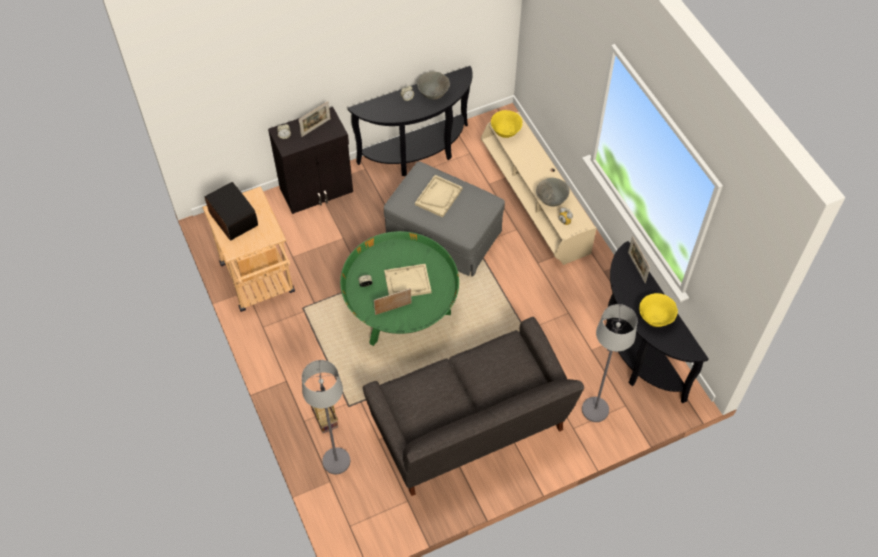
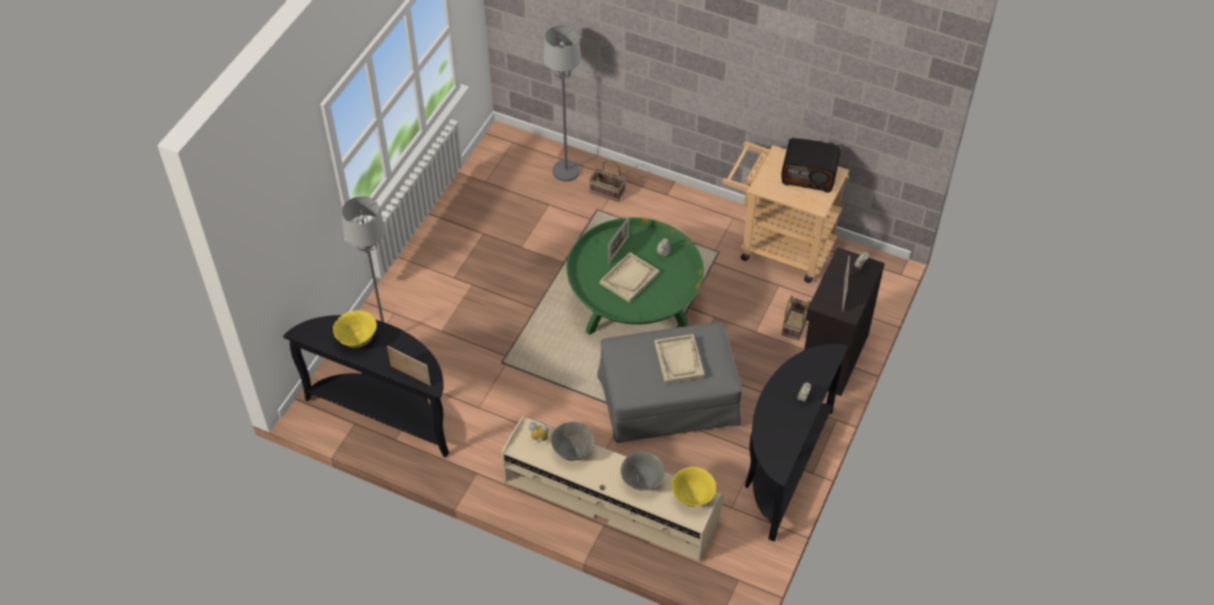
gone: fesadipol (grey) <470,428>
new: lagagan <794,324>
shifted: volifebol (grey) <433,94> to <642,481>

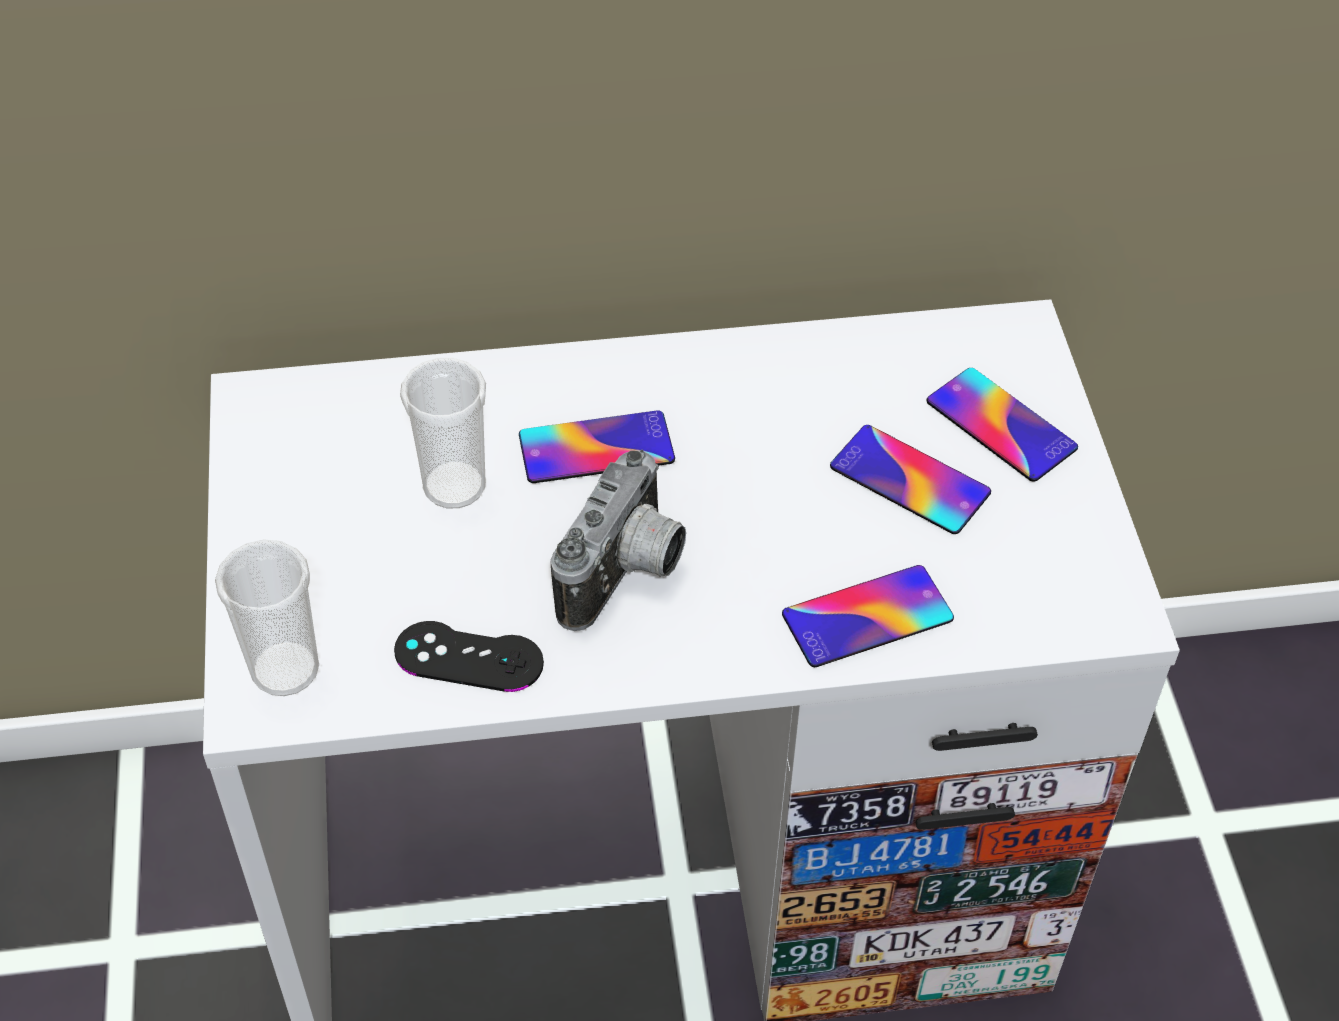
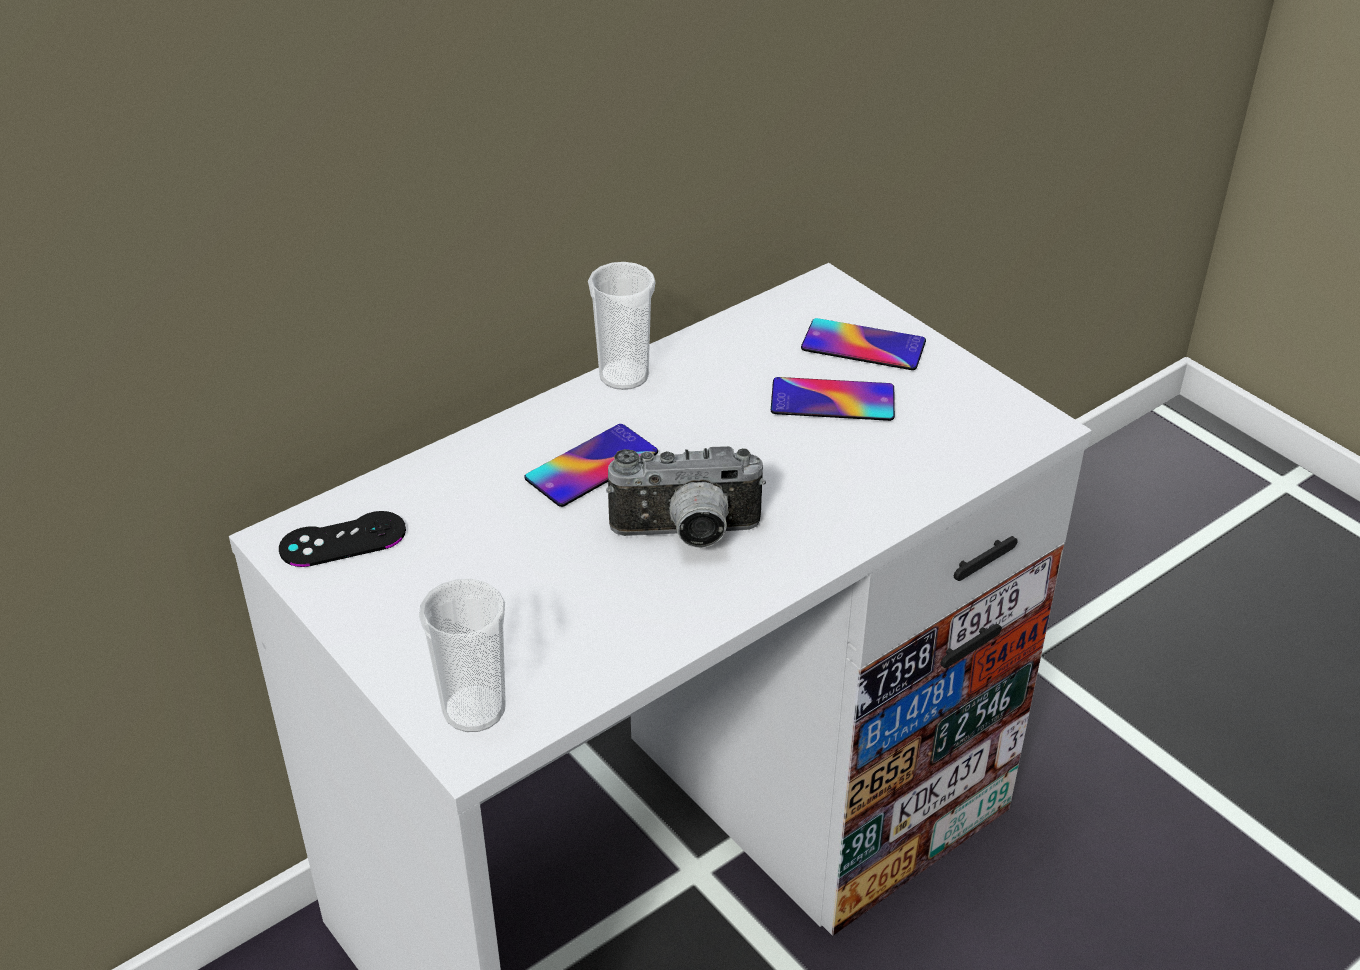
gone: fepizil <867,617>
shifted: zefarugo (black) <469,657> to <343,540>; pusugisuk <454,486> to <624,376>
rotated: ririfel <627,574> = <687,535> 90 degrees clockwise

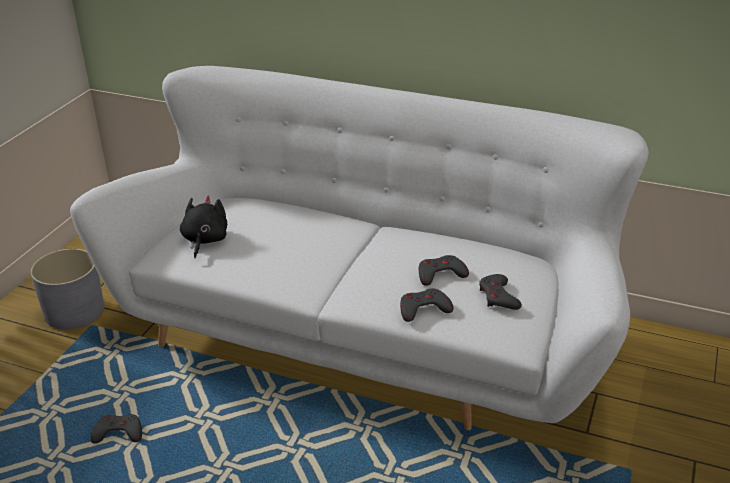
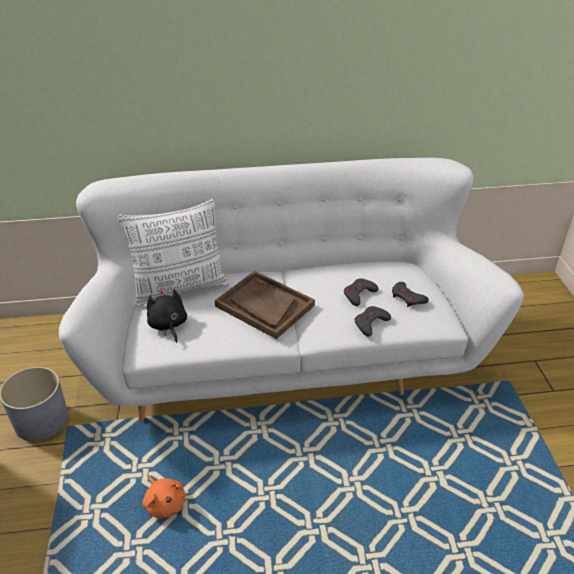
new: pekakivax <180,288>; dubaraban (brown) <264,306>
swapped: zefarugo (grey) <118,433> to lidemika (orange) <165,503>

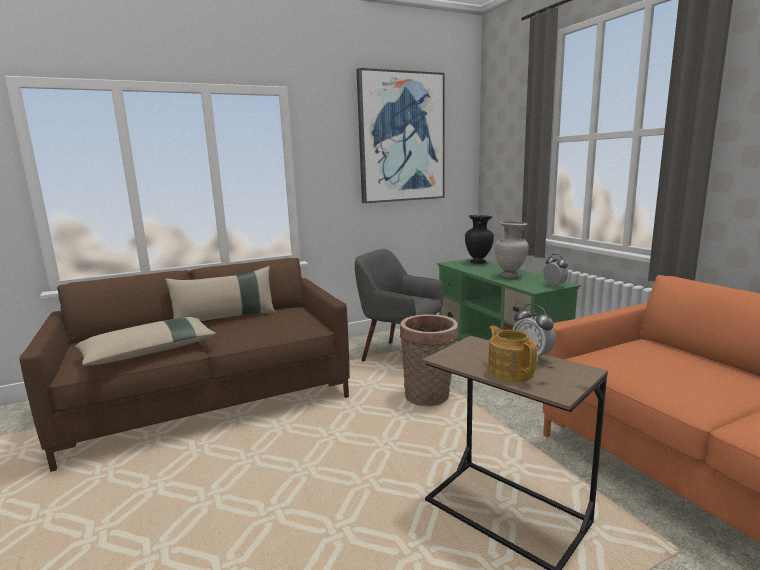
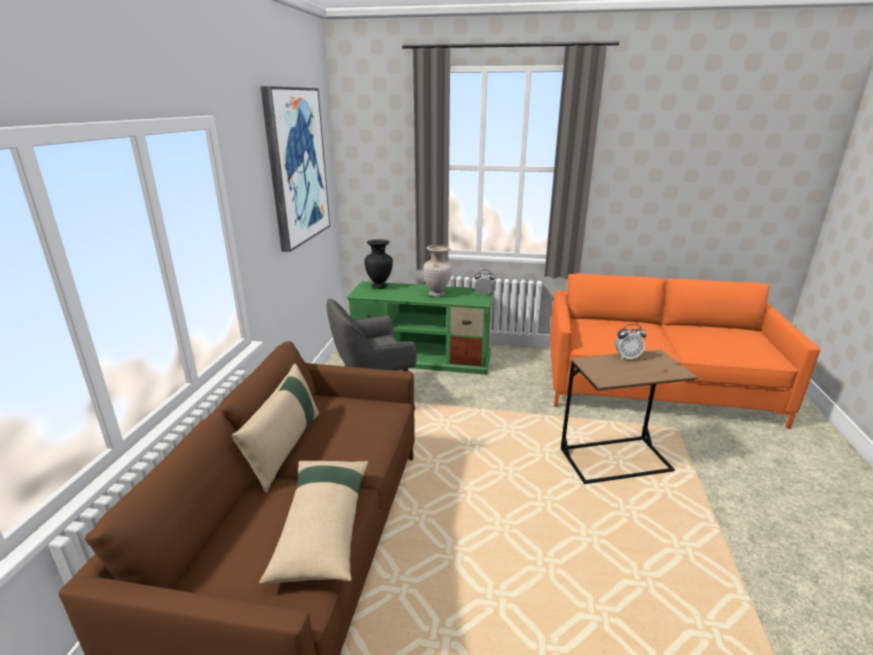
gone: lagagan <429,397>; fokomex <510,371>

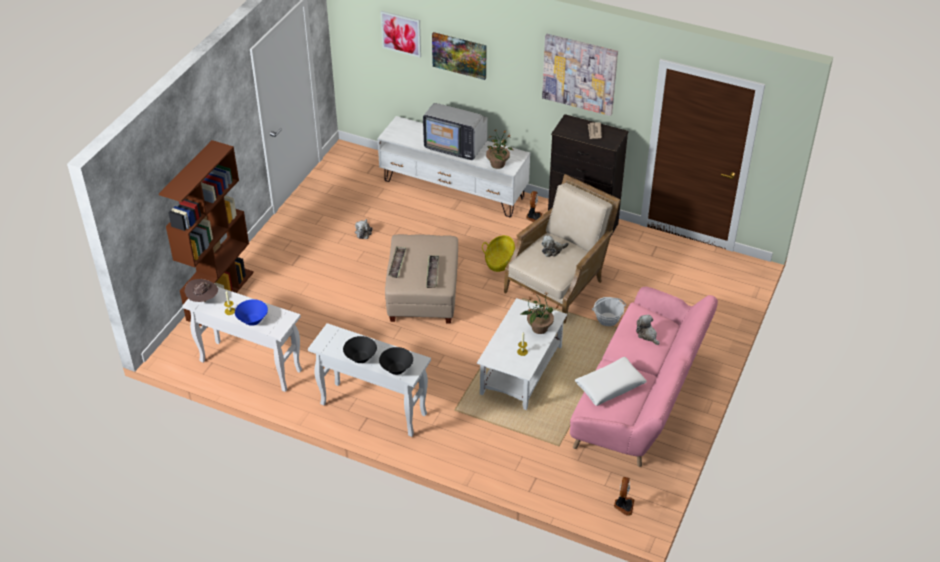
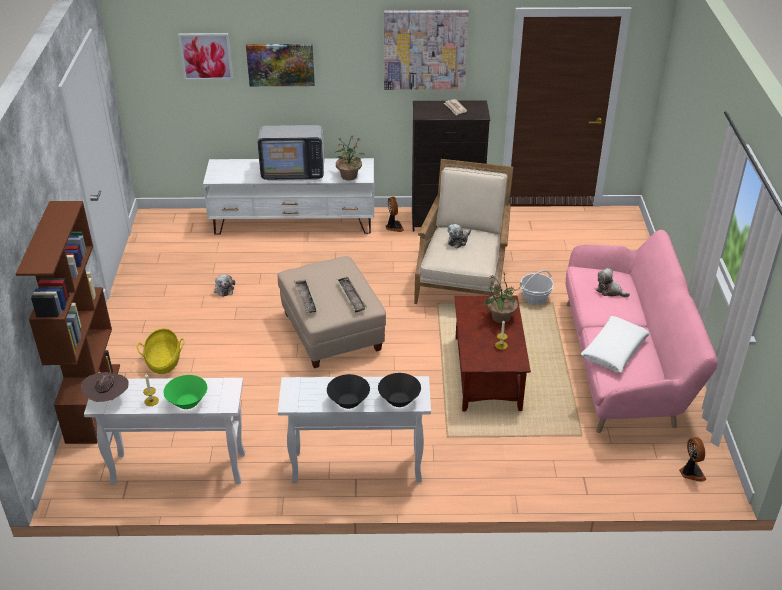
shifted: lagagan <500,261> to <163,361>
repainted: volifebol (blue) <252,320> to volifebol (green) <187,402>; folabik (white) <521,371> to folabik (brown) <488,373>

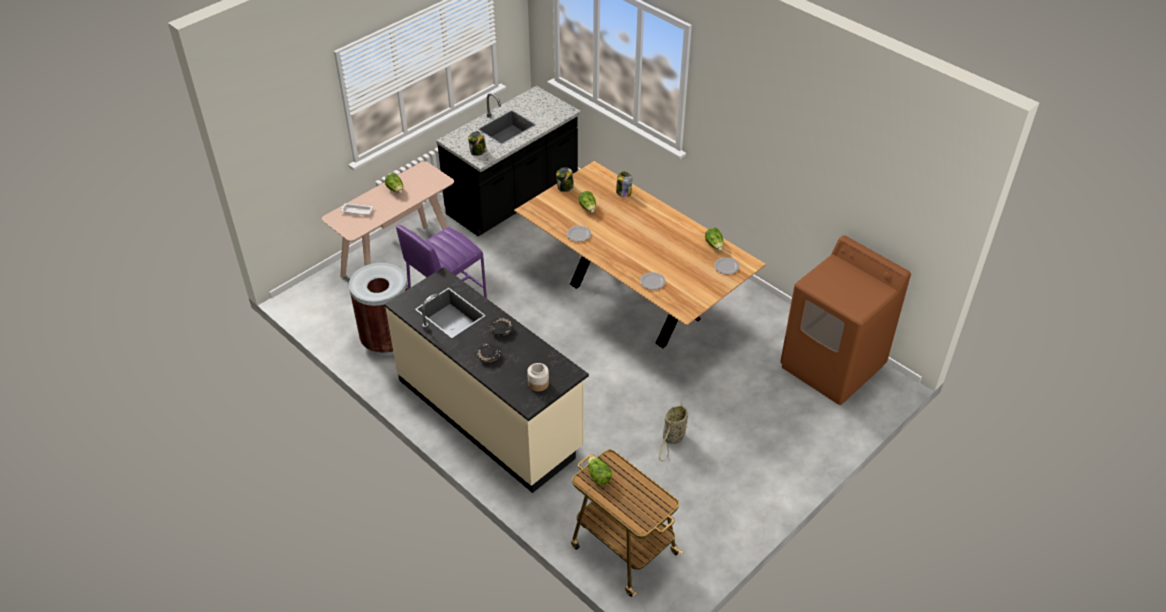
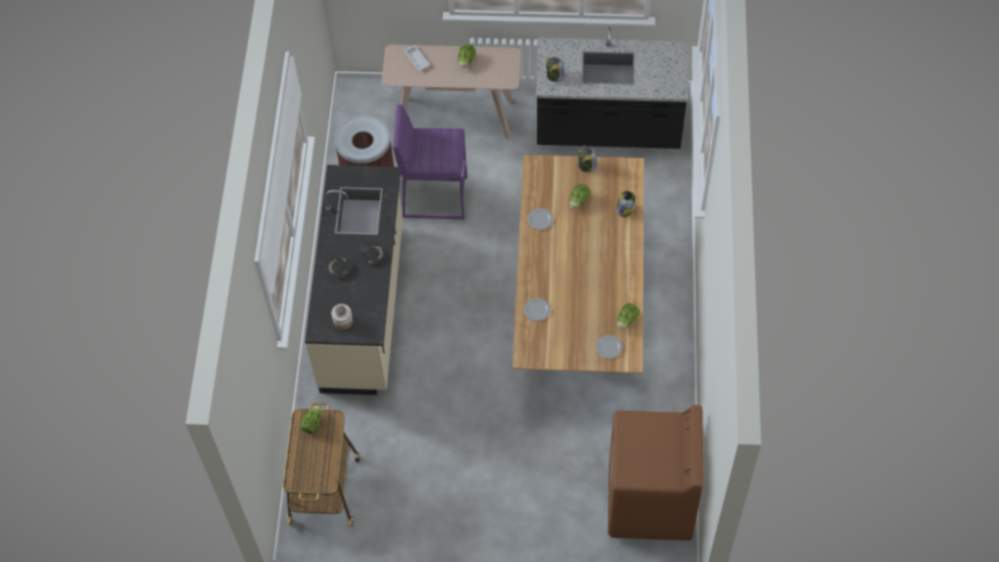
gone: lagagan <673,438>

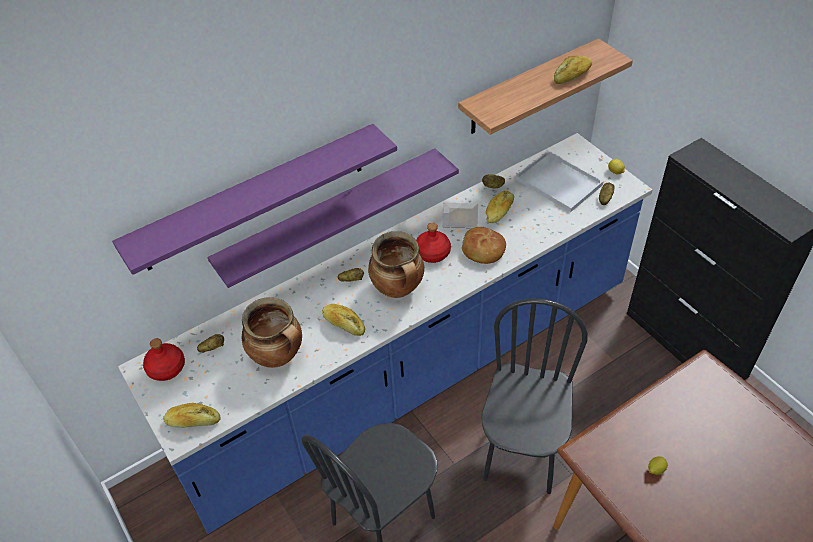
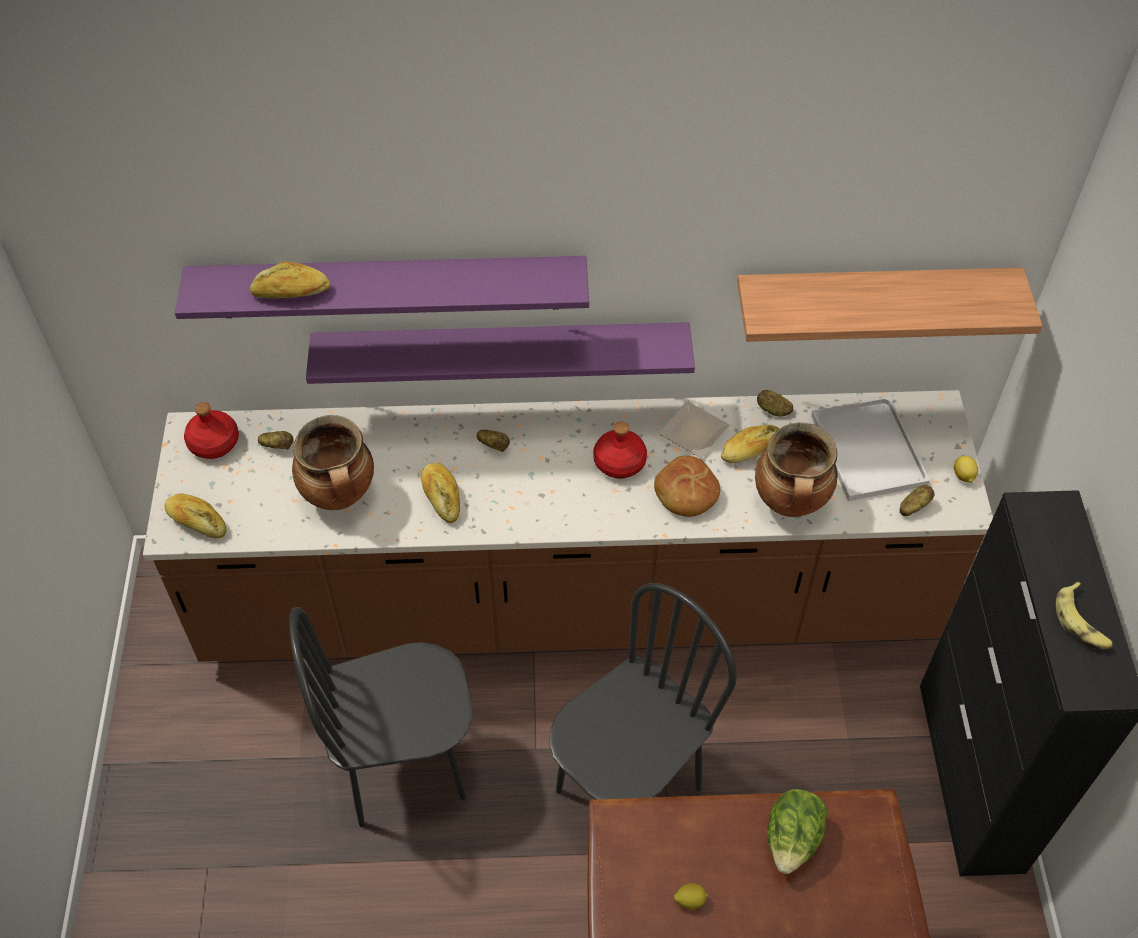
new: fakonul <792,840>; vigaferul <1081,623>
shifted: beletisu <572,76> to <291,292>; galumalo <398,289> to <791,503>
repainted: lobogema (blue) <411,373> to lobogema (brown) <569,605>

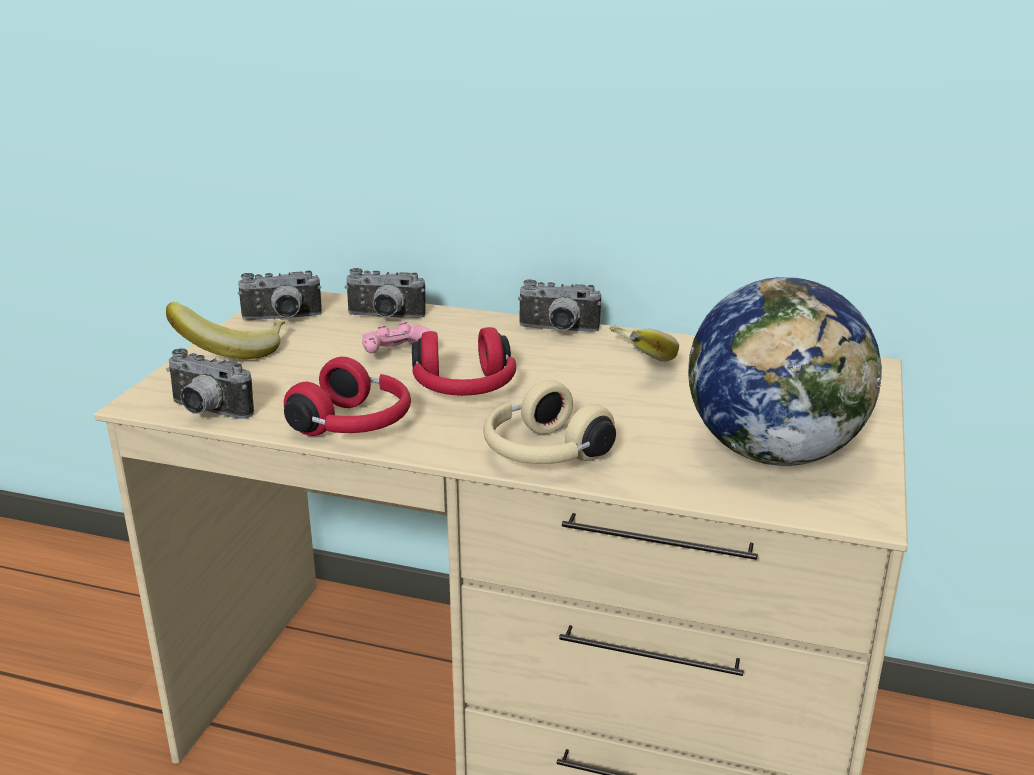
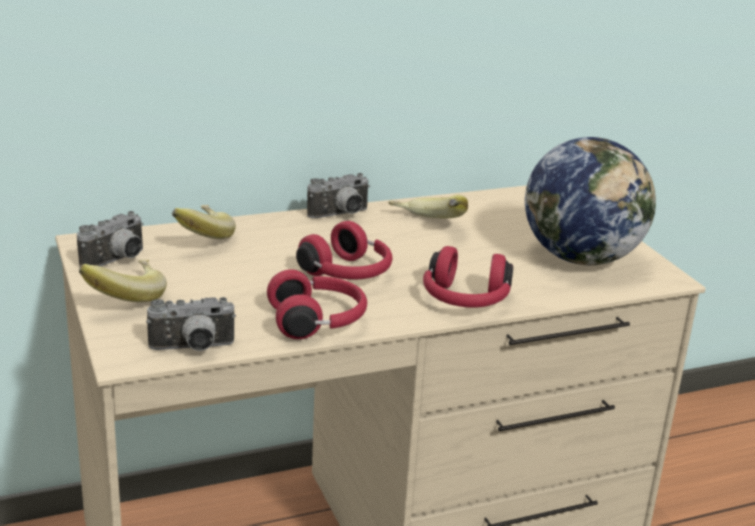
gone: zefarugo (pink) <395,354>
swapped: ririfel <385,318> to vigaferul <200,238>
repainted: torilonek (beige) <543,453> to torilonek (red) <465,300>

